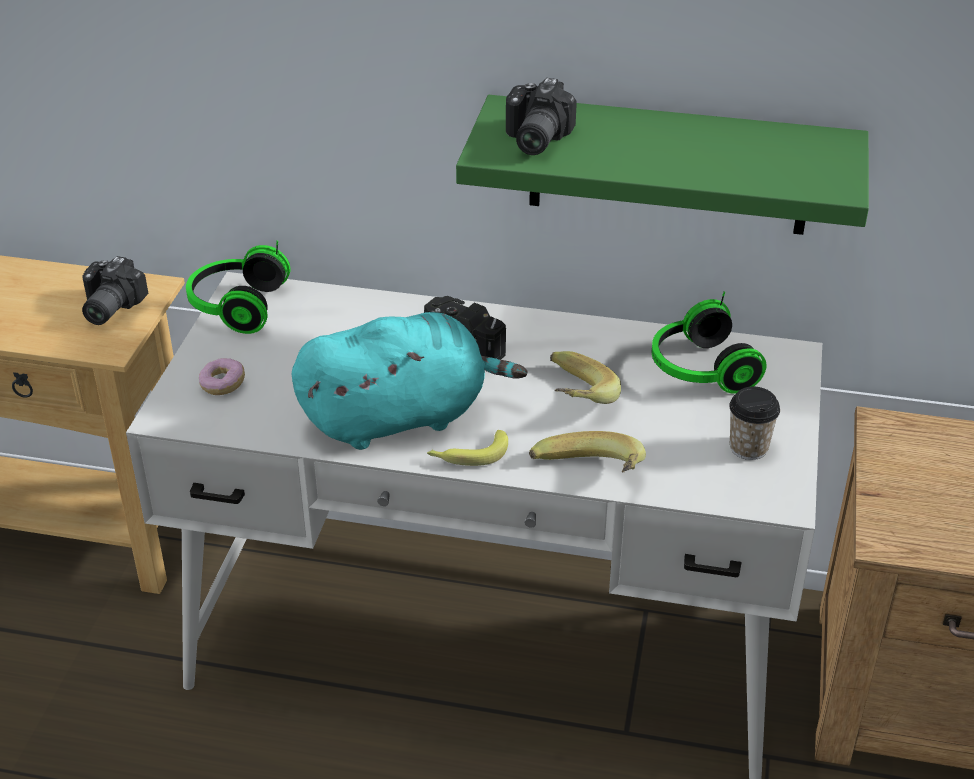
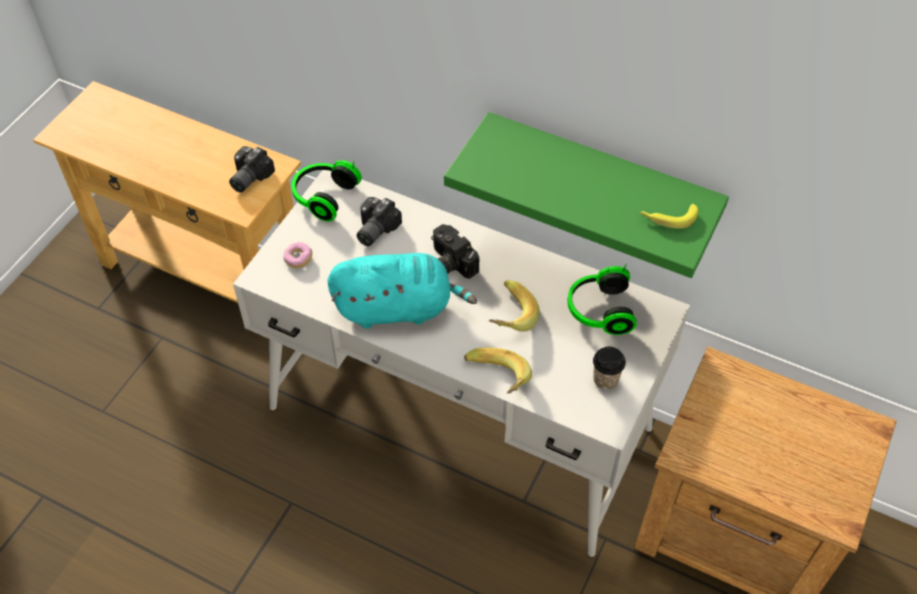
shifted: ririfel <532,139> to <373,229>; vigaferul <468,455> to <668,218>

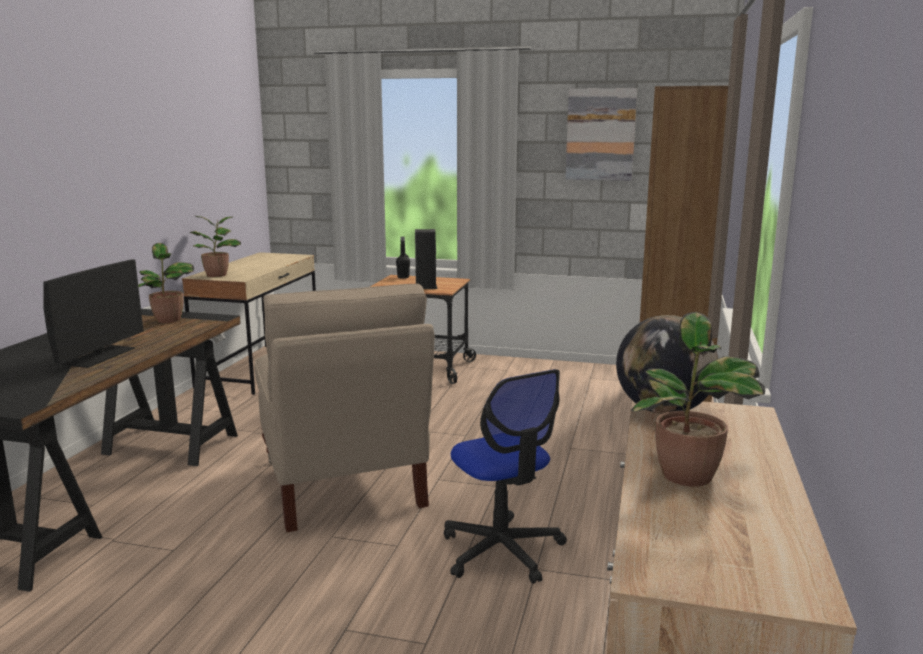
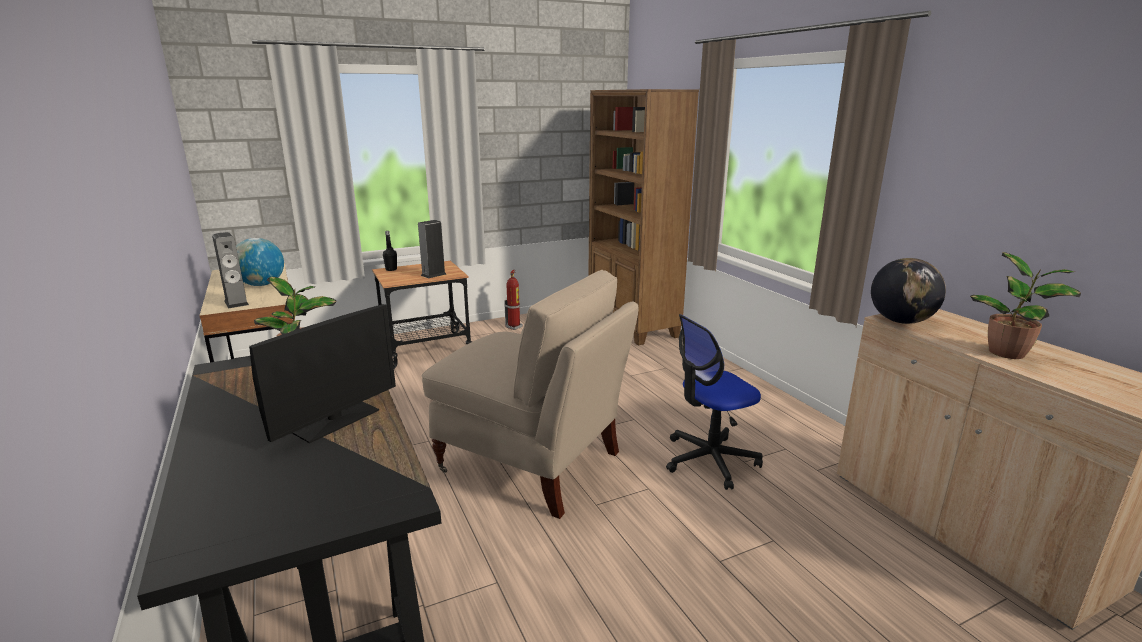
gone: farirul <600,134>
new: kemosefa <261,285>; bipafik <514,327>
swapped: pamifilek <218,275> to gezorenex <236,303>
rotated: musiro <99,356> = <335,420> 60 degrees clockwise; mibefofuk <502,551> = <709,460> 135 degrees clockwise

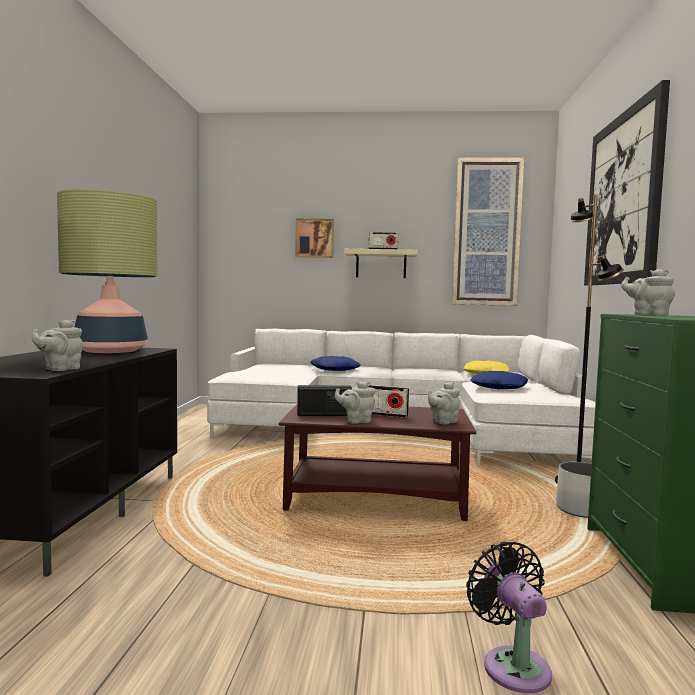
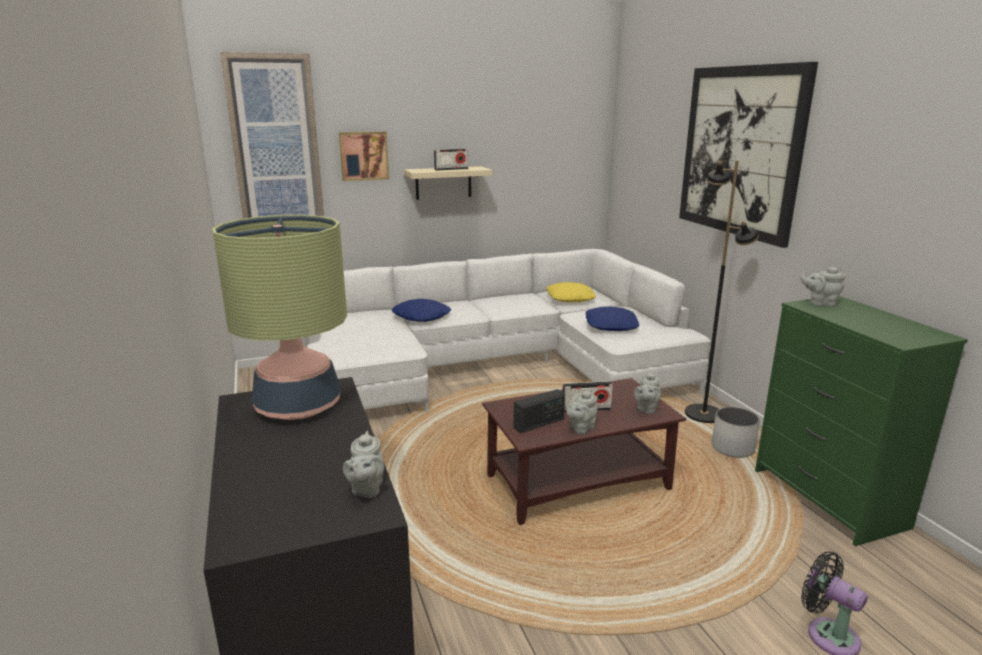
shifted: farirul <486,232> to <276,150>

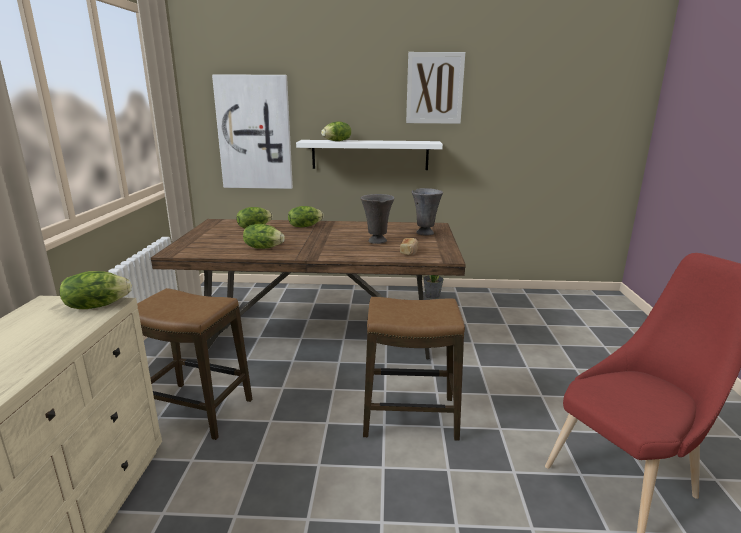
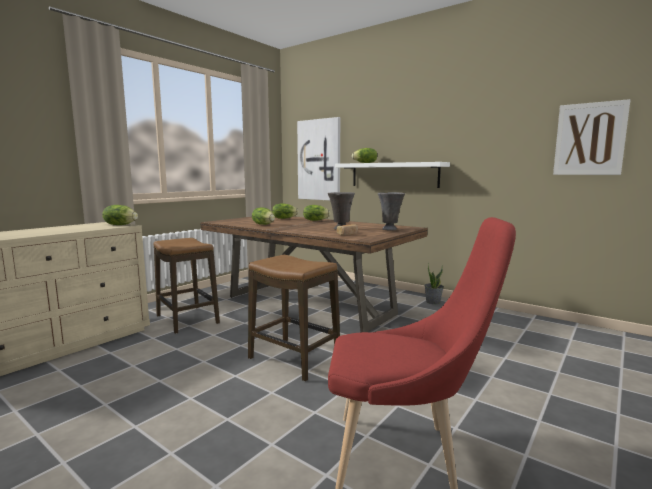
shifted: farirul <434,88> to <589,139>

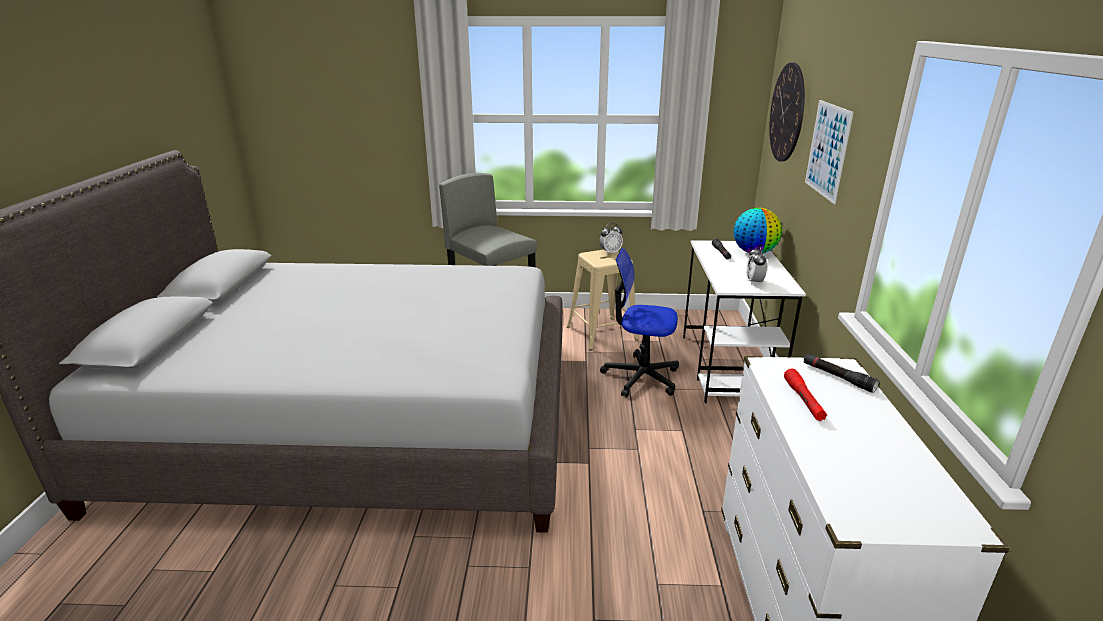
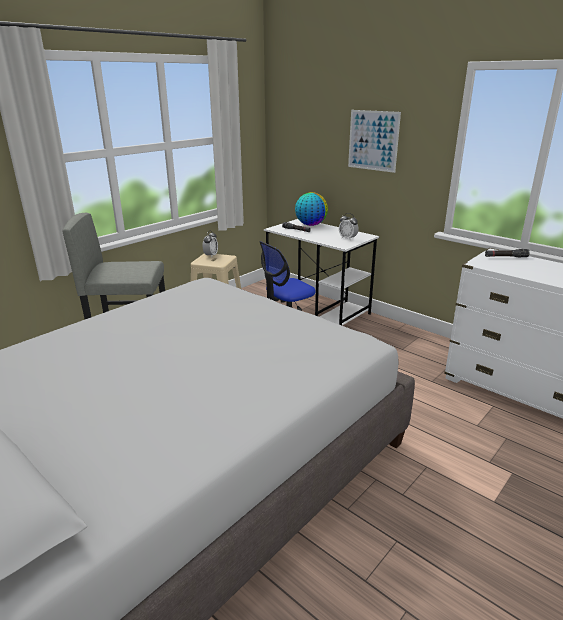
gone: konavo <787,113>; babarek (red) <803,400>

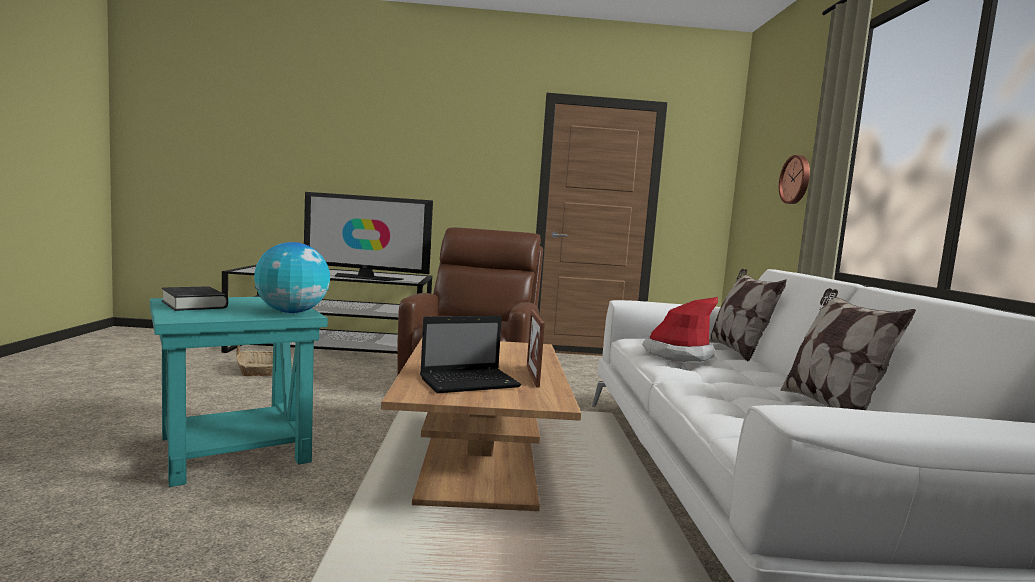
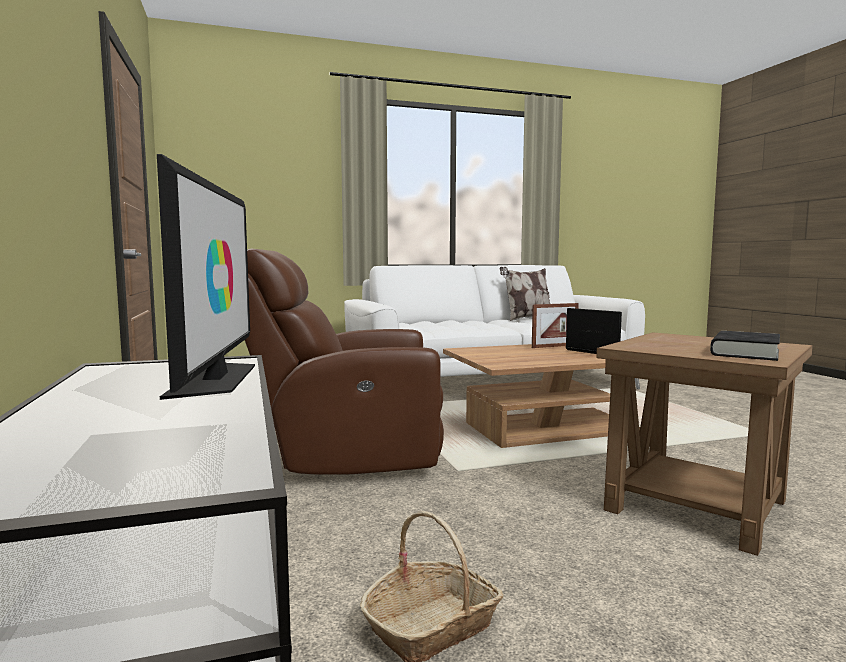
gone: kemosefa <292,312>; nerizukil <677,354>; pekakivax <738,352>; konavo <796,179>
repainted: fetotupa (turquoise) <236,449> to fetotupa (brown) <695,504>

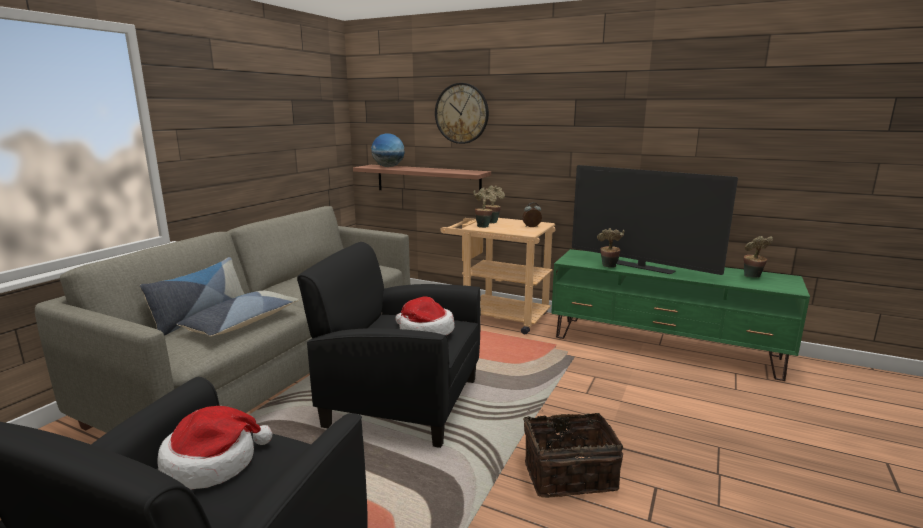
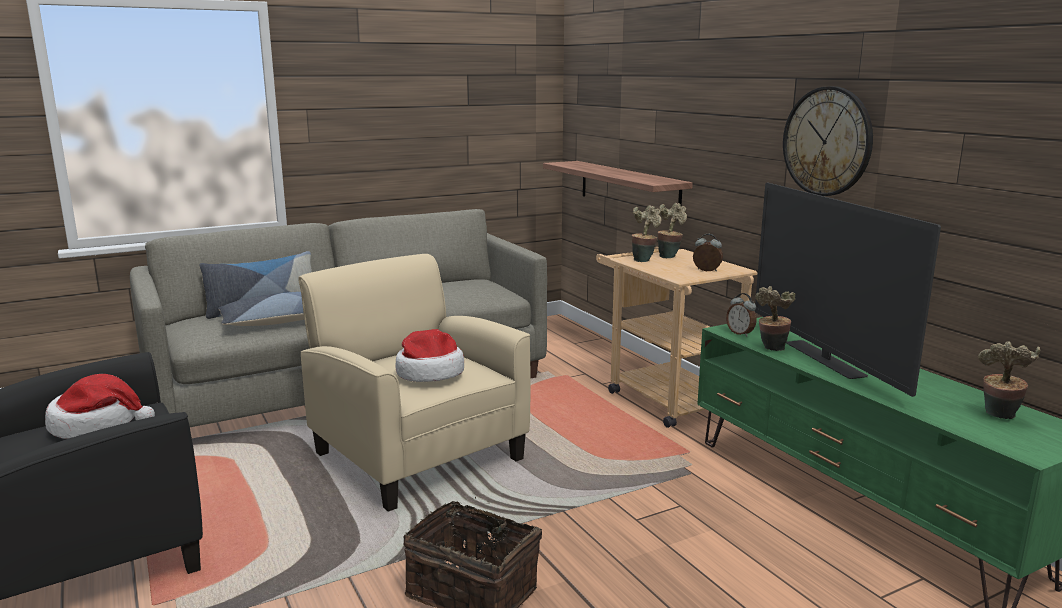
gone: kemosefa <388,167>
new: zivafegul <740,333>
shifted: konavo <461,113> to <827,141>
repainted: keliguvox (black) <401,402> to keliguvox (beige) <417,455>

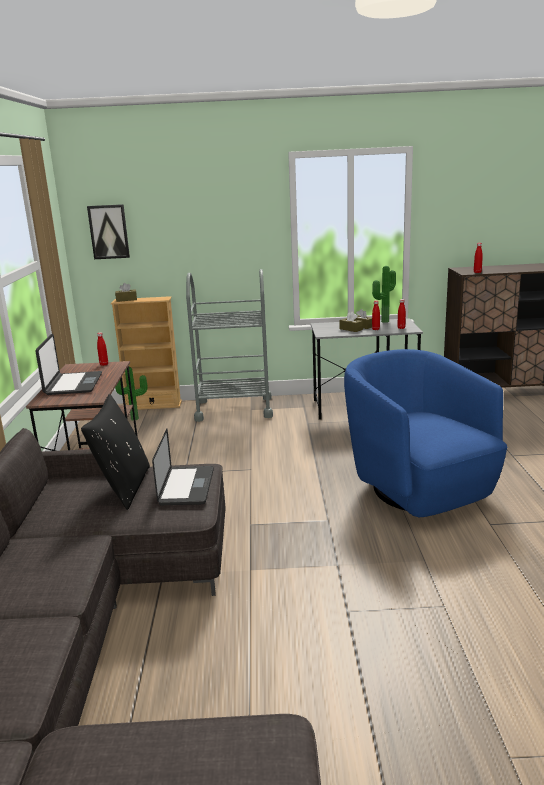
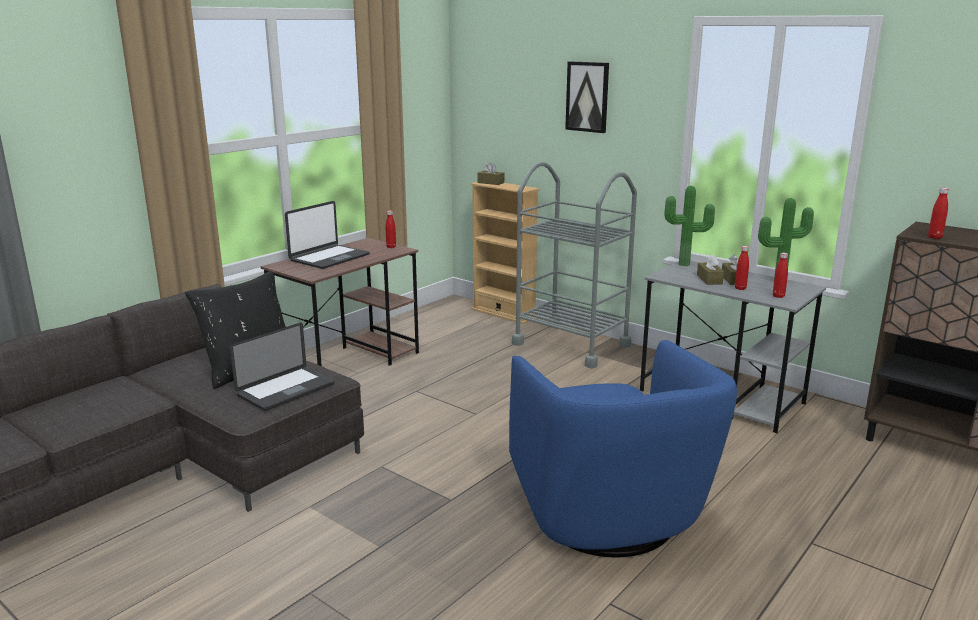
shifted: farirul <109,232> to <587,97>; pamifilek <135,419> to <685,265>
rotated: keliguvox (blue) <419,488> = <606,518> 150 degrees clockwise

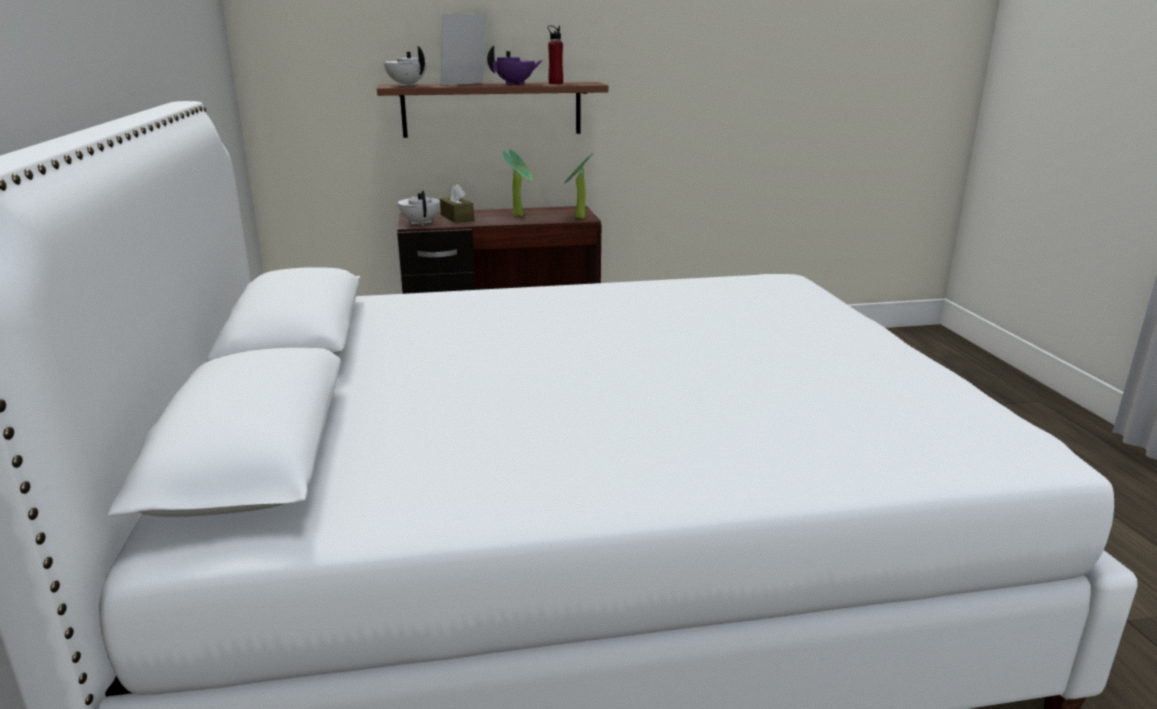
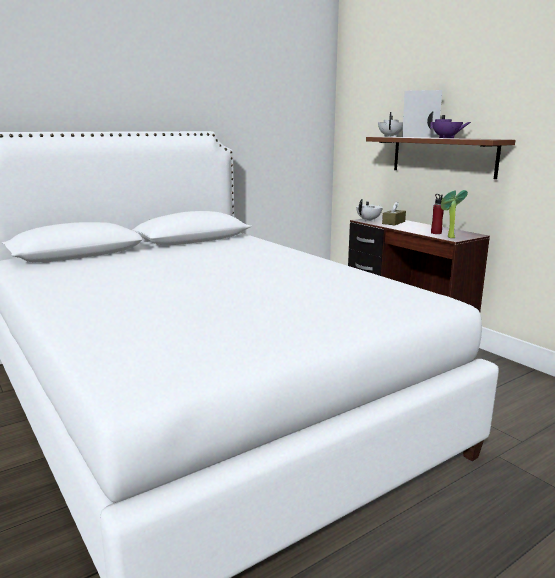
gone: pamifilek <520,215>
shifted: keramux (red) <555,83> to <436,233>

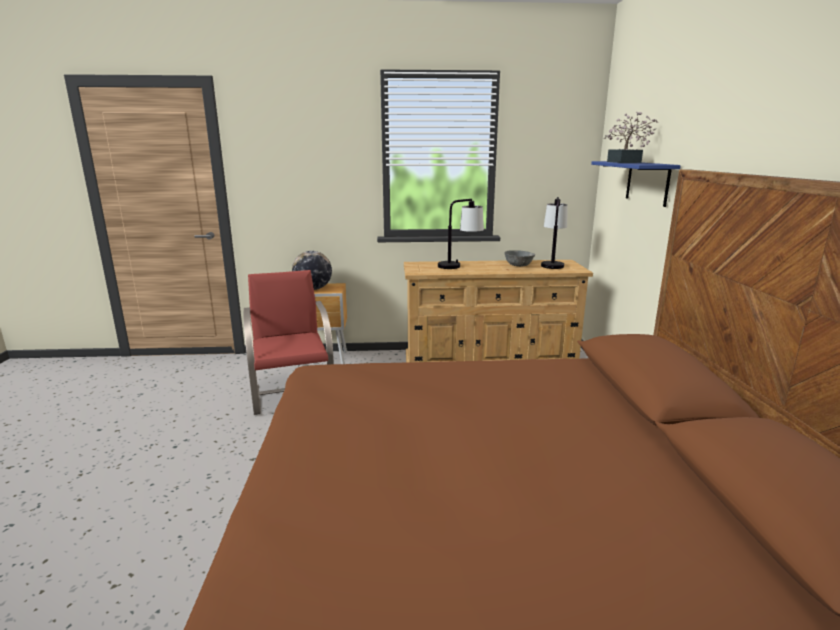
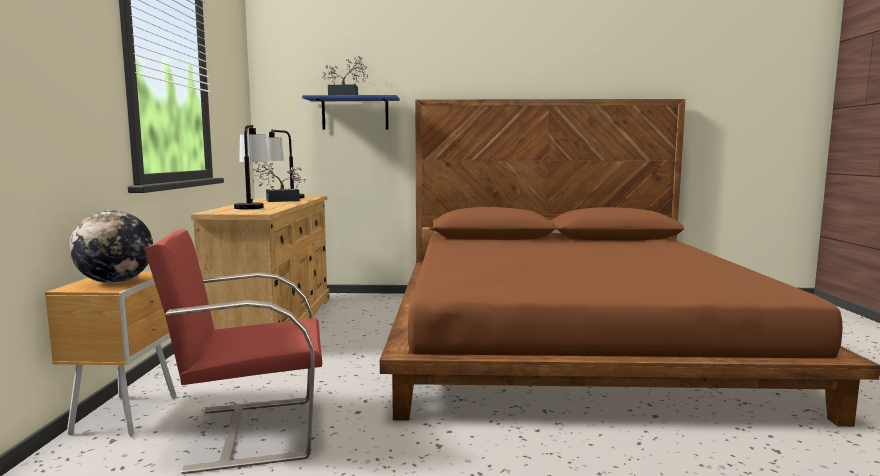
swapped: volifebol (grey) <518,266> to pamifilek <278,200>

